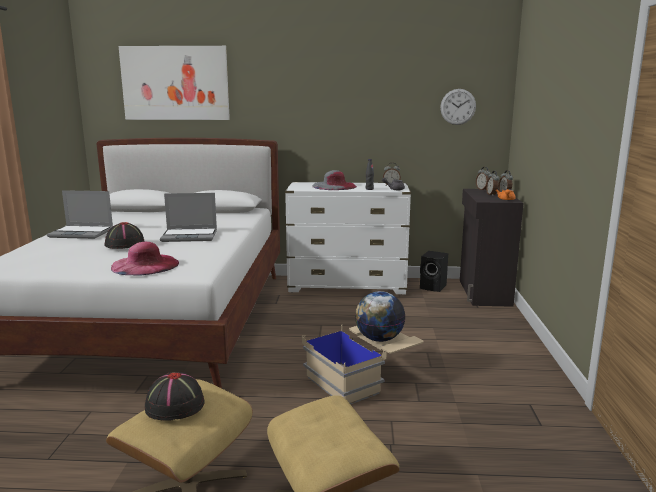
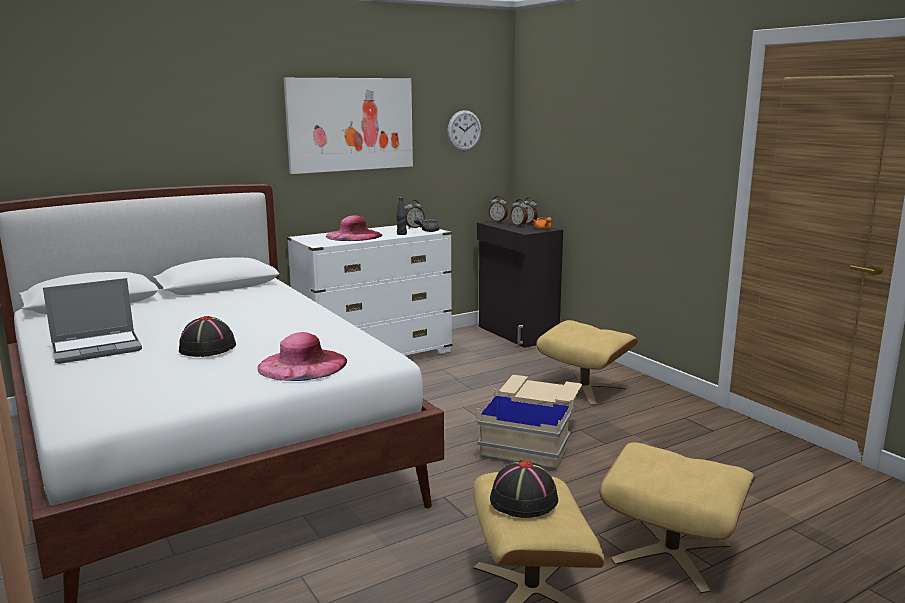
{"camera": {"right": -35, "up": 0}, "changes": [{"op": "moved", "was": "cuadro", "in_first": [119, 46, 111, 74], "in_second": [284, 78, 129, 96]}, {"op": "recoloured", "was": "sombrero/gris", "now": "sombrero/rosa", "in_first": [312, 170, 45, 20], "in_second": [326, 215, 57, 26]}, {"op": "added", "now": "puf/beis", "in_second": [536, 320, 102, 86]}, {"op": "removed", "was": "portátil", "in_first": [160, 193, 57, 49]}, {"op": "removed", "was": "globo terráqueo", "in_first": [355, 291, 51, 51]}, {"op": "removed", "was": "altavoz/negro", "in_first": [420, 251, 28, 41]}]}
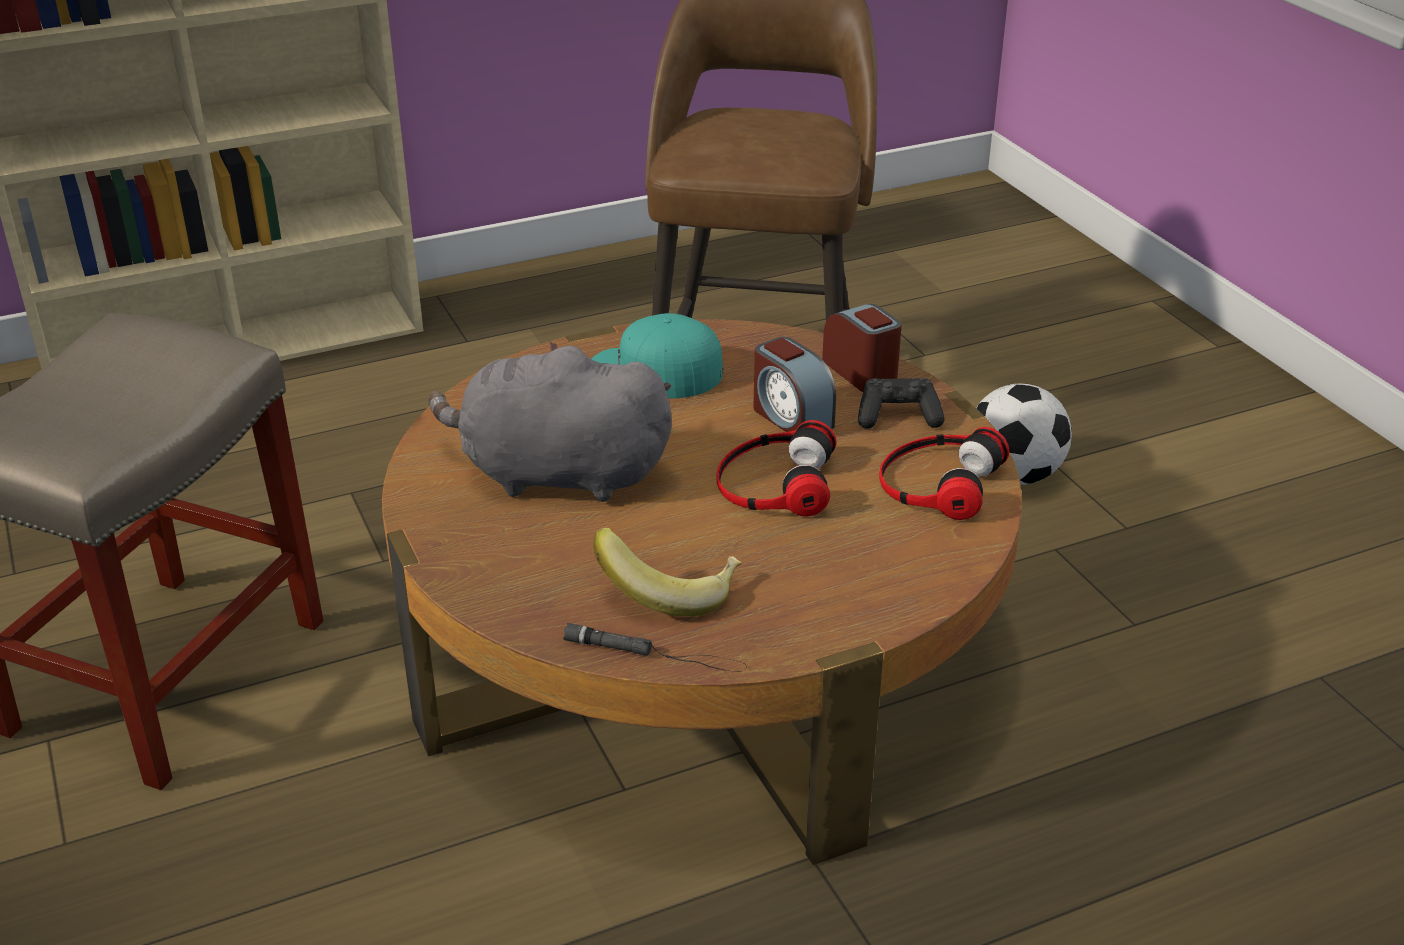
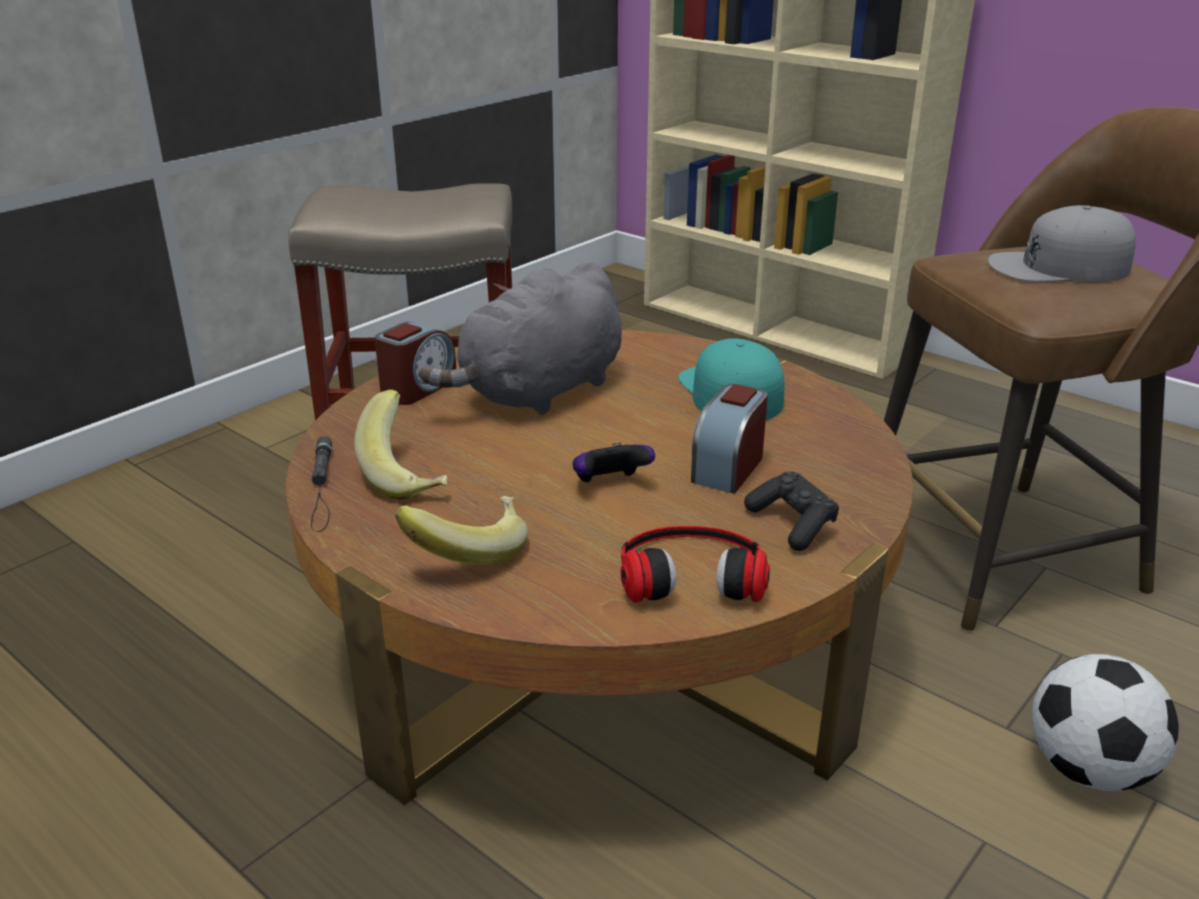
{"camera": {"right": 65, "up": -5}, "changes": [{"op": "moved", "was": "despertador", "in_first": [822, 304, 80, 88], "in_second": [375, 322, 81, 83]}, {"op": "added", "now": "plátano", "in_second": [395, 496, 133, 69]}, {"op": "turned", "was": "peluche/gris", "in_first": [429, 342, 243, 160], "in_second": [419, 261, 203, 154], "clockwise": -120}, {"op": "replaced", "was": "auriculares", "now": "mando de consola", "in_first": [716, 420, 121, 96], "in_second": [573, 441, 82, 41]}, {"op": "added", "now": "gorra/gris", "in_second": [988, 205, 148, 77]}]}
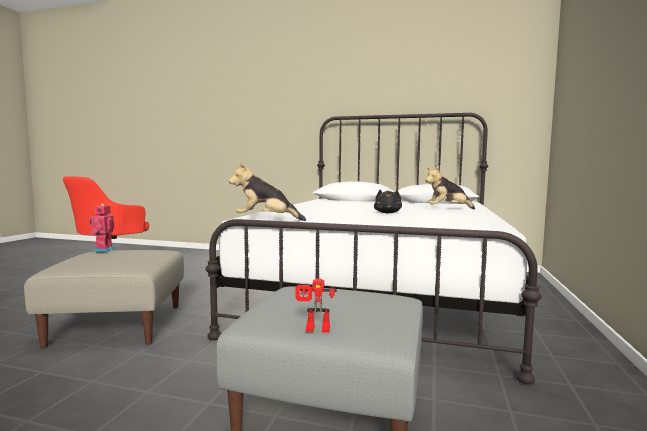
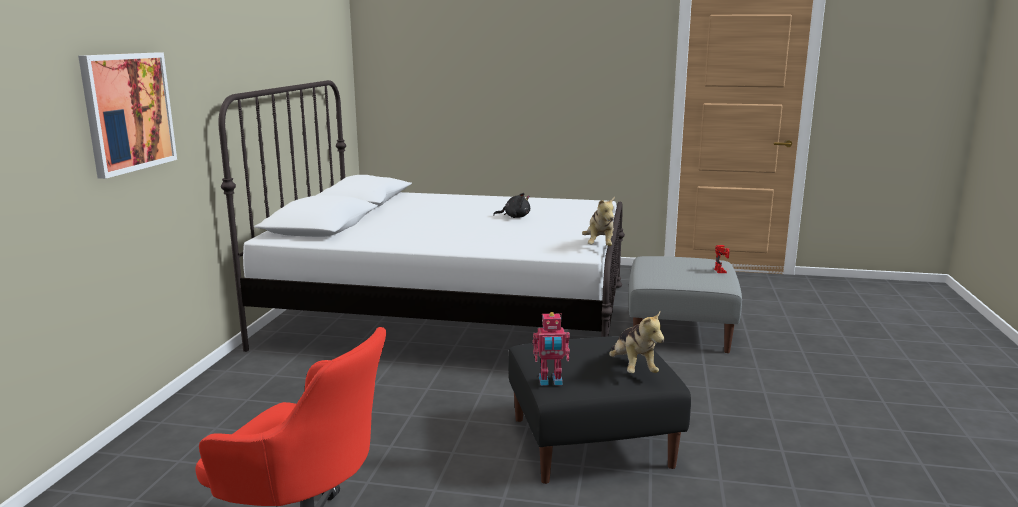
{"camera": {"right": -95, "up": 10}, "changes": [{"op": "added", "now": "cuadro", "in_second": [78, 52, 99, 127]}, {"op": "recoloured", "was": "puf/beis", "now": "puf/negro", "in_first": [24, 250, 160, 98], "in_second": [508, 336, 183, 148]}, {"op": "moved", "was": "peluche", "in_first": [425, 166, 50, 43], "in_second": [609, 310, 56, 63]}]}
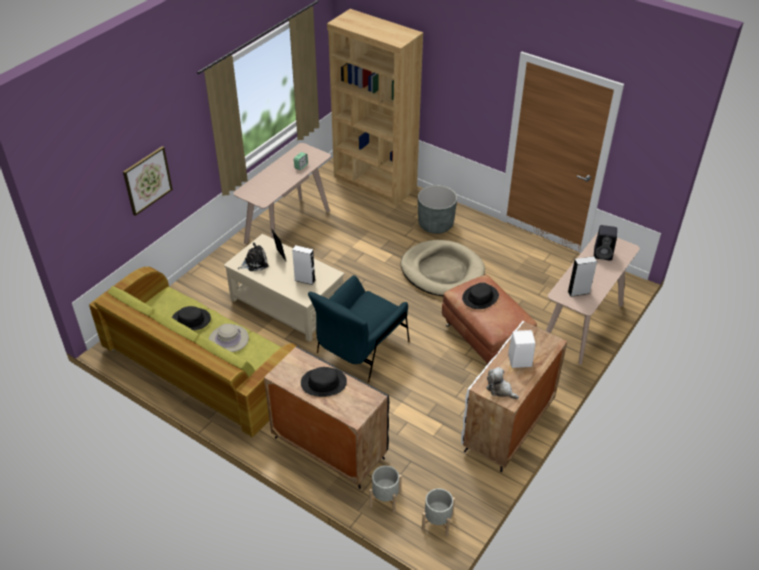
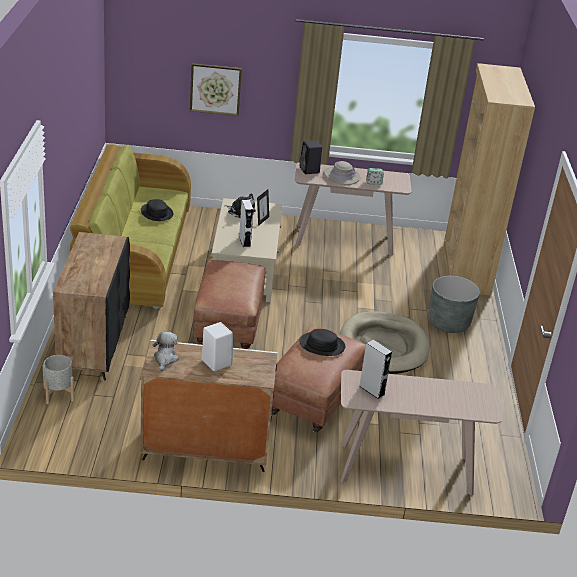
{"camera": {"right": 55, "up": -10}, "changes": [{"op": "replaced", "was": "sillón/azul", "now": "puf/marrón", "in_first": [308, 275, 102, 108], "in_second": [193, 260, 72, 89]}, {"op": "moved", "was": "altavoz/negro", "in_first": [594, 225, 23, 36], "in_second": [300, 140, 22, 34]}, {"op": "moved", "was": "sombrero/beis", "in_first": [209, 324, 40, 28], "in_second": [324, 161, 36, 24]}, {"op": "removed", "was": "sombrero/negro", "in_first": [301, 367, 46, 30]}, {"op": "removed", "was": "maceta/gris", "in_first": [422, 488, 33, 48]}]}
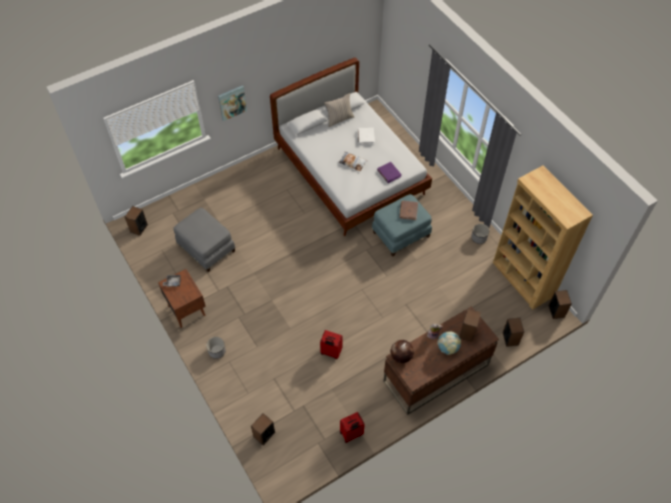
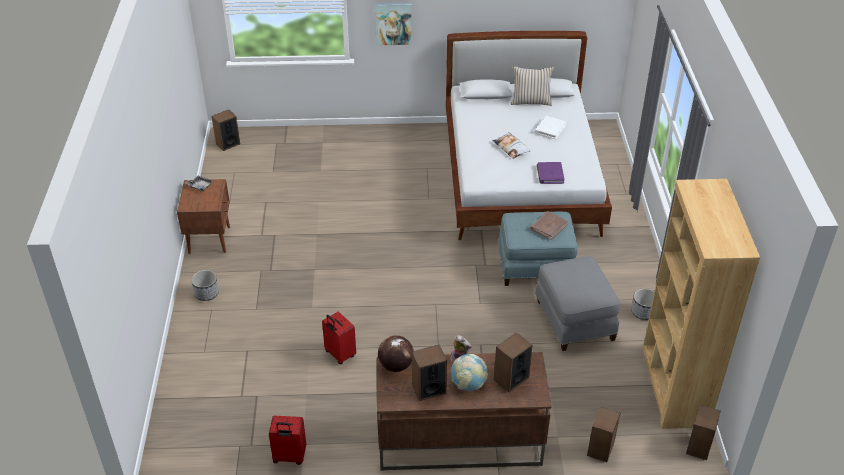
{"camera": {"right": 30, "up": -15}, "changes": [{"op": "moved", "was": "altavoz", "in_first": [251, 413, 24, 32], "in_second": [412, 345, 35, 56]}, {"op": "moved", "was": "puf/gris", "in_first": [174, 208, 61, 64], "in_second": [535, 256, 85, 95]}]}
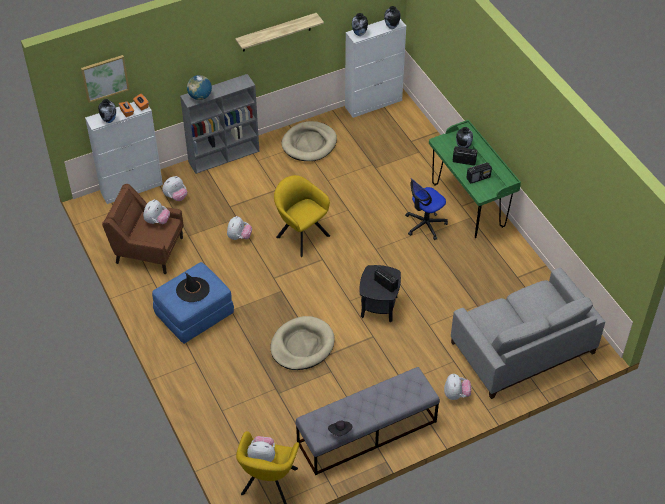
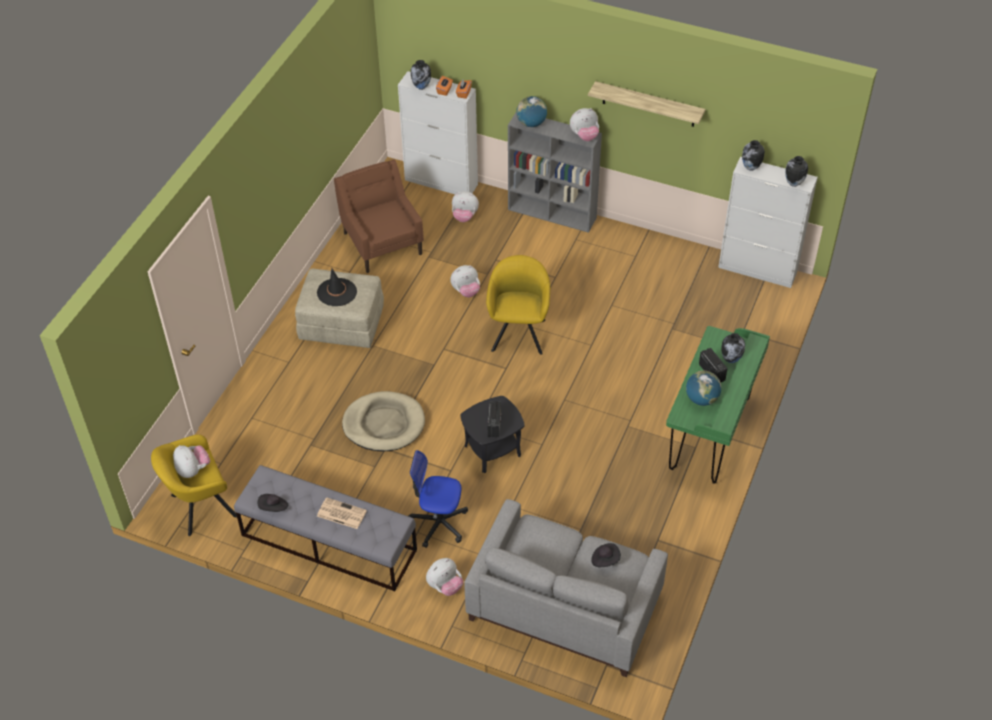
{"camera": {"right": 50, "up": 0}, "changes": [{"op": "recoloured", "was": "puf/azul", "now": "puf/beis", "in_first": [152, 262, 82, 82], "in_second": [295, 268, 89, 80]}, {"op": "added", "now": "periódico", "in_second": [317, 497, 50, 32]}, {"op": "moved", "was": "silla de oficina", "in_first": [405, 178, 43, 62], "in_second": [408, 450, 60, 98]}, {"op": "moved", "was": "peluche", "in_first": [143, 199, 27, 25], "in_second": [570, 108, 29, 33]}, {"op": "added", "now": "sombrero/negro", "in_second": [591, 543, 30, 24]}, {"op": "replaced", "was": "radio", "now": "globo terráqueo", "in_first": [466, 162, 26, 22], "in_second": [686, 371, 35, 35]}, {"op": "removed", "was": "cuadro", "in_first": [81, 55, 48, 48]}, {"op": "removed", "was": "cama para perro/beis", "in_first": [281, 121, 56, 40]}]}
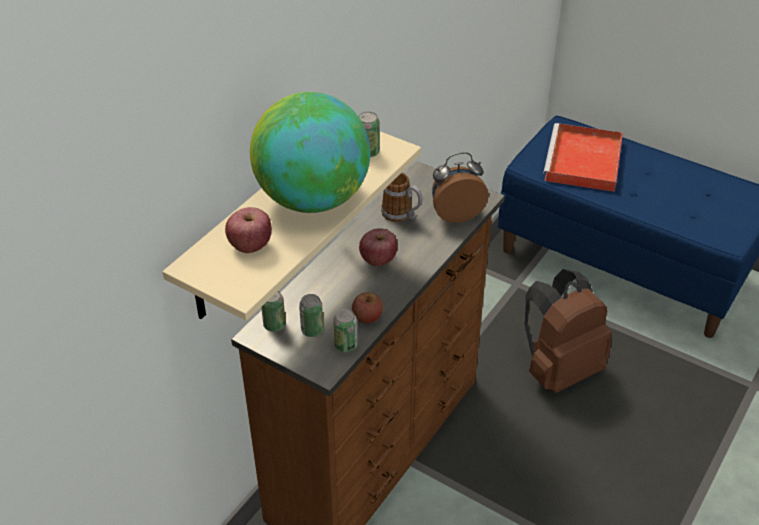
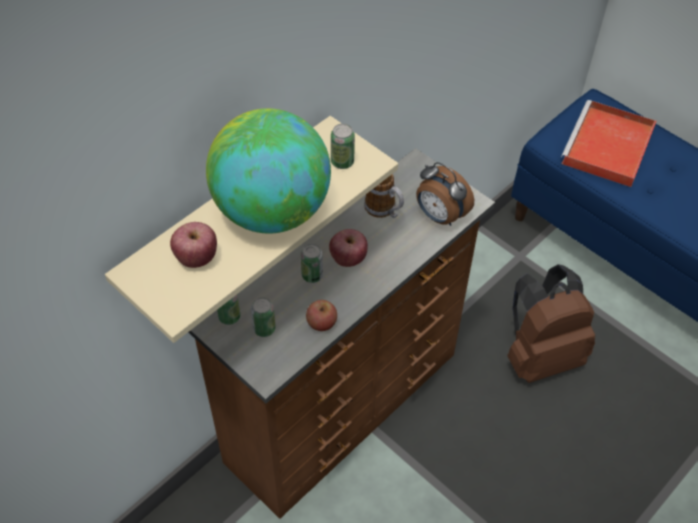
{"camera": {"right": 10, "up": 10}, "changes": [{"op": "moved", "was": "lata", "in_first": [333, 309, 24, 43], "in_second": [301, 244, 22, 39]}, {"op": "turned", "was": "despertador", "in_first": [432, 152, 57, 71], "in_second": [416, 162, 58, 64], "clockwise": -135}]}
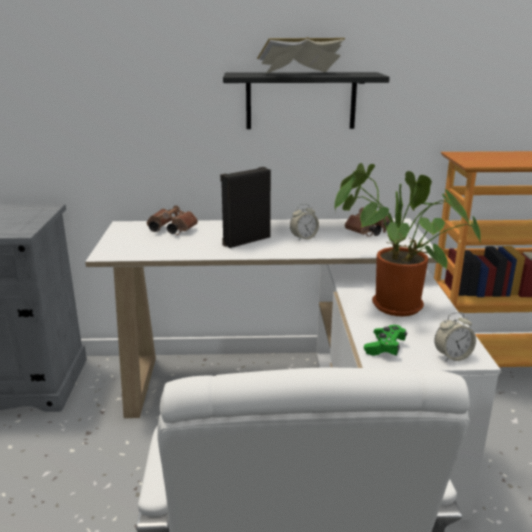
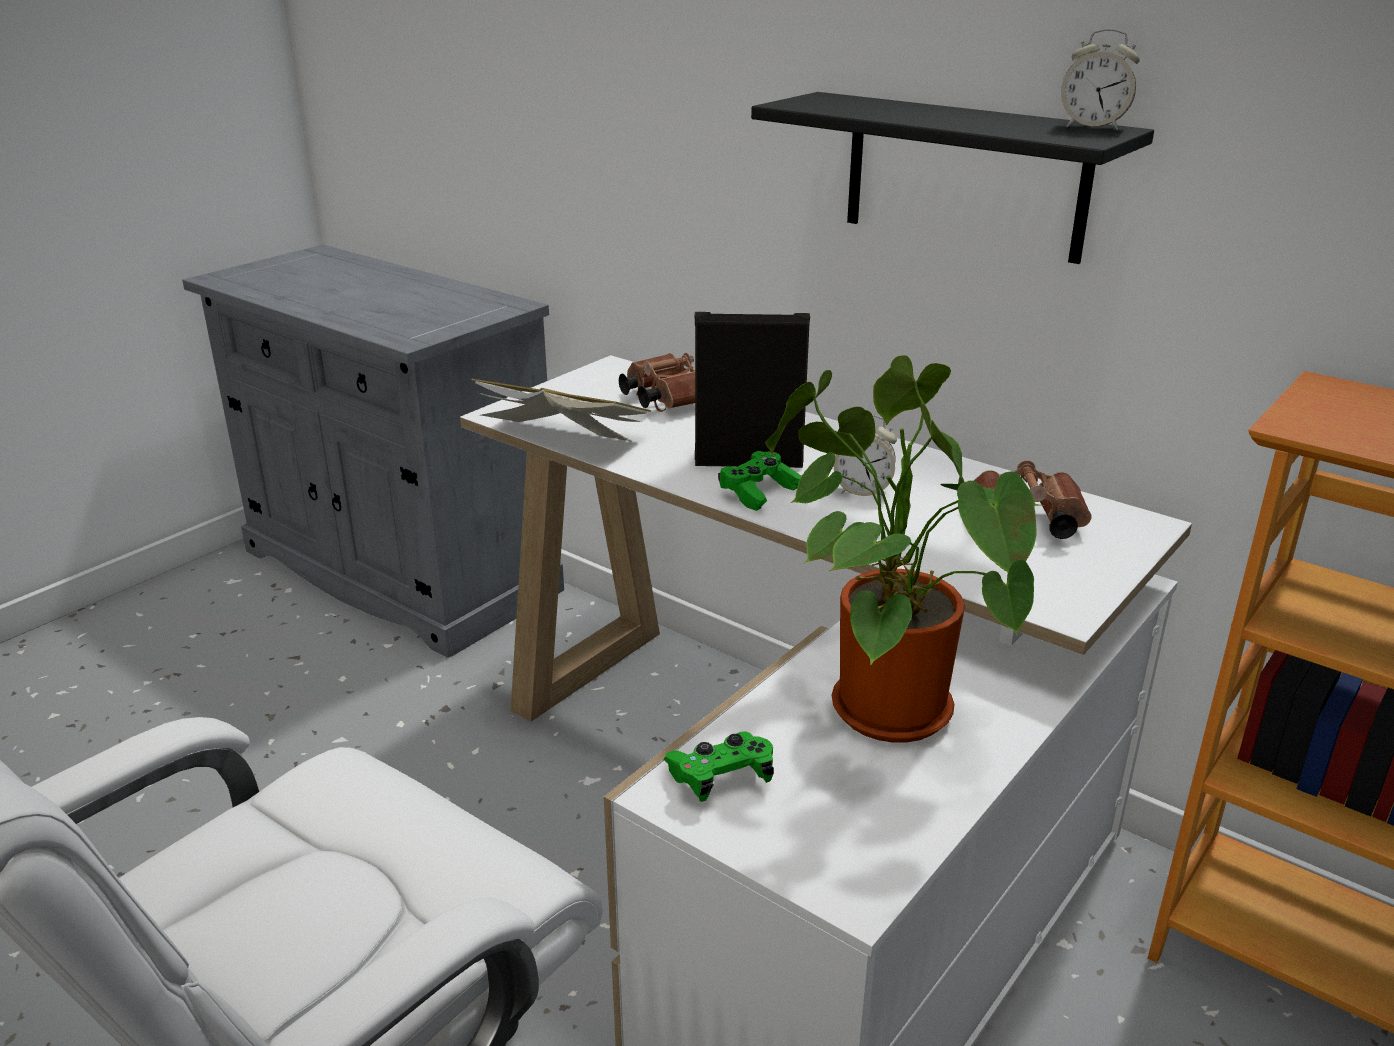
{"camera": {"right": 40, "up": 5}, "changes": [{"op": "moved", "was": "libro", "in_first": [257, 37, 88, 37], "in_second": [472, 379, 179, 63]}, {"op": "added", "now": "mando de consola/verde", "in_second": [718, 451, 83, 60]}, {"op": "moved", "was": "despertador", "in_first": [434, 312, 42, 50], "in_second": [1061, 29, 79, 101]}]}
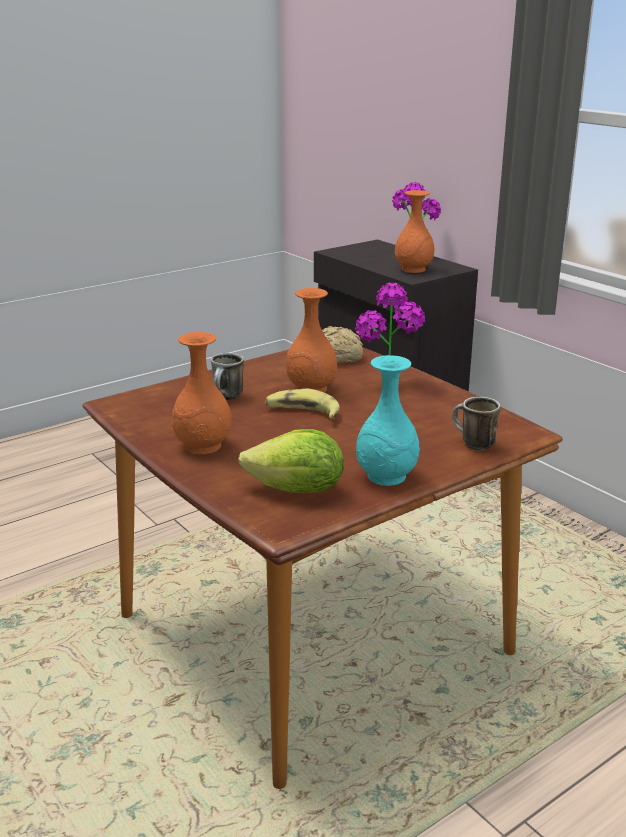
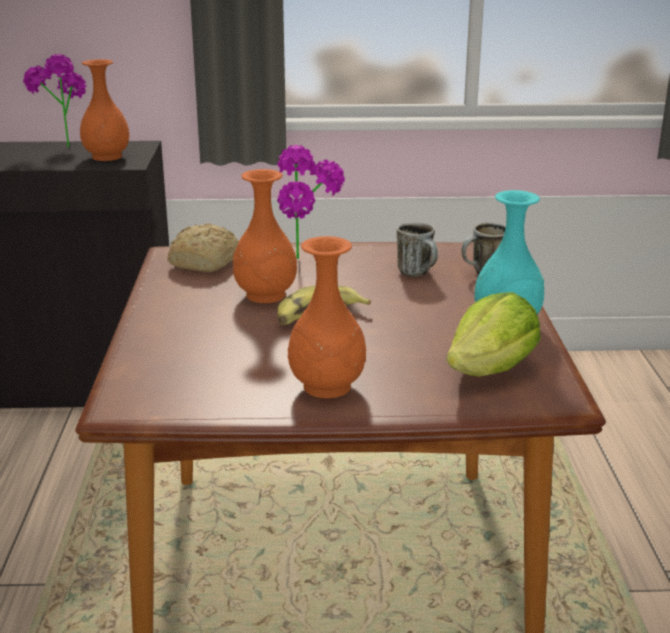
{"camera": {"right": -55, "up": 0}, "changes": [{"op": "moved", "was": "taza grande", "in_first": [211, 353, 33, 47], "in_second": [397, 222, 41, 54]}]}
